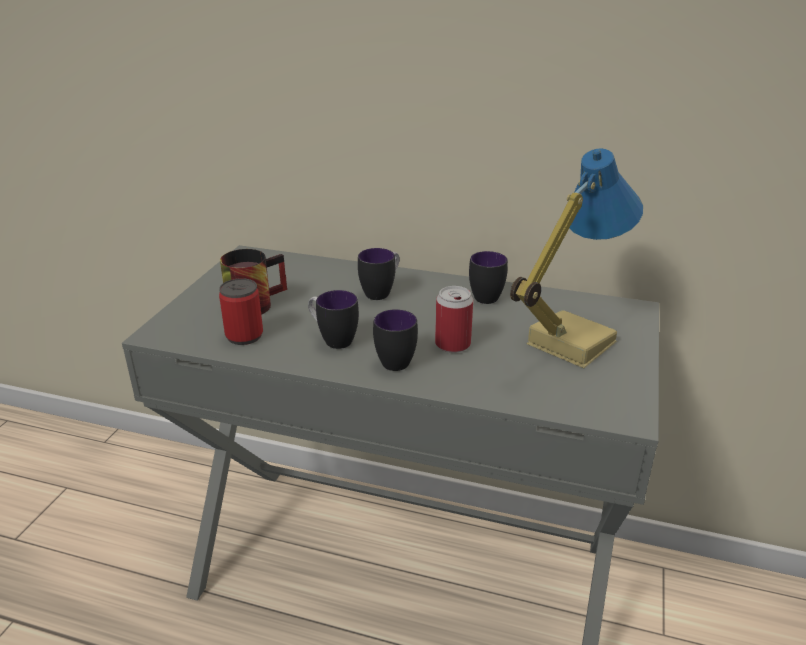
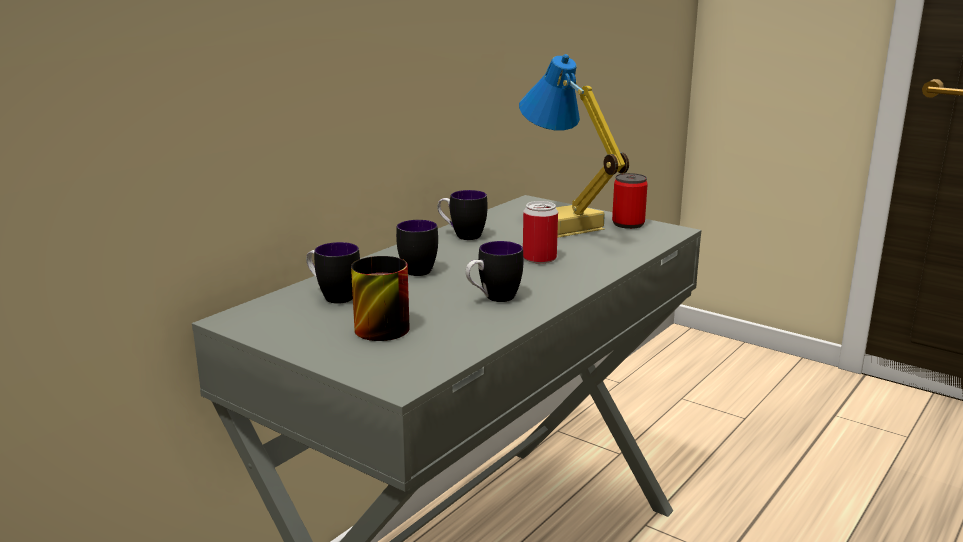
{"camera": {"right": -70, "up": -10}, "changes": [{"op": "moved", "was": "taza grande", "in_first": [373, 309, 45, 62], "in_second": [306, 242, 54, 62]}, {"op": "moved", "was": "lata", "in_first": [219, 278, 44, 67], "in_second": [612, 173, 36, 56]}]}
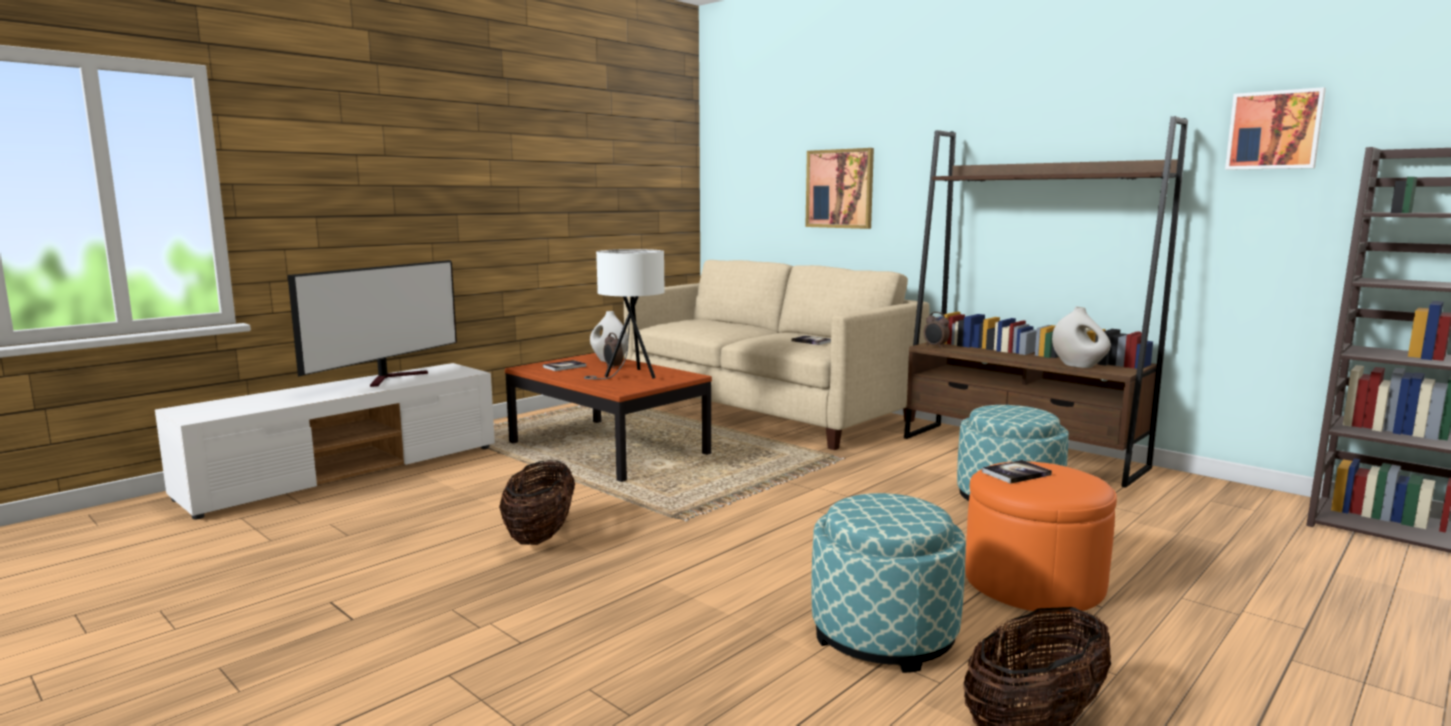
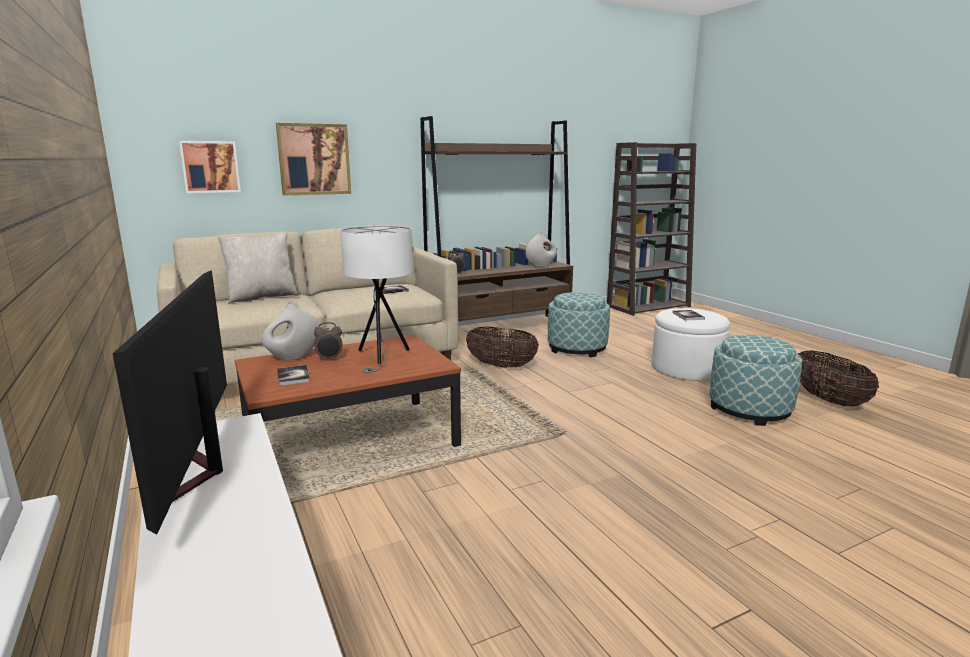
{"camera": {"right": -70, "up": 5}, "changes": [{"op": "turned", "was": "televisor", "in_first": [288, 260, 169, 127], "in_second": [113, 270, 114, 264], "clockwise": -150}, {"op": "moved", "was": "cuadro", "in_first": [1225, 87, 101, 83], "in_second": [179, 141, 62, 52]}, {"op": "added", "now": "cojín/beis", "in_second": [218, 232, 80, 72]}, {"op": "moved", "was": "cesta", "in_first": [499, 460, 76, 85], "in_second": [466, 327, 72, 40]}, {"op": "recoloured", "was": "puf/naranja", "now": "puf/blanco", "in_first": [965, 461, 152, 152], "in_second": [652, 308, 78, 72]}]}
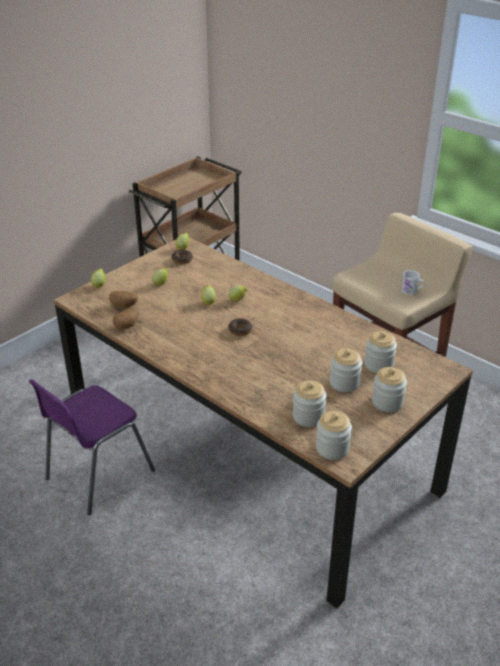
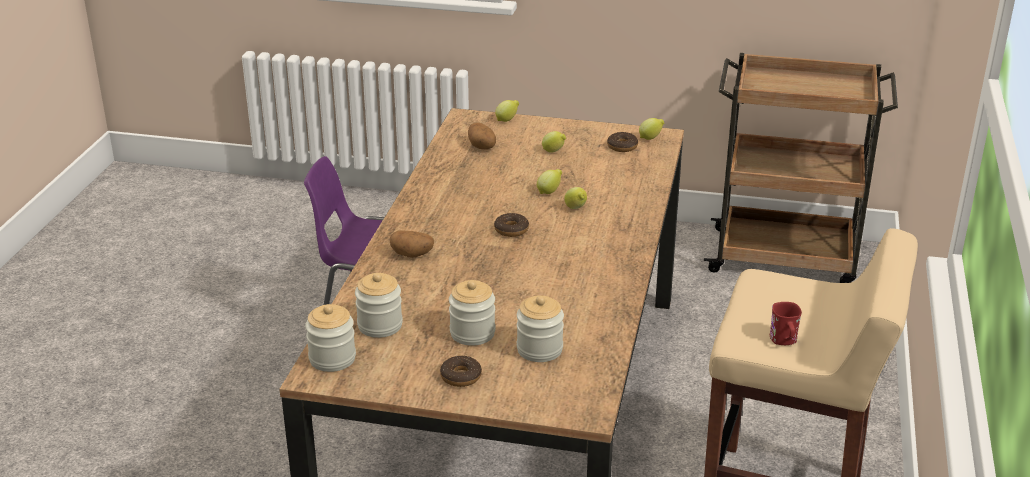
{"camera": {"right": 60, "up": -5}, "changes": [{"op": "moved", "was": "patata", "in_first": [113, 308, 25, 21], "in_second": [390, 230, 44, 28]}, {"op": "replaced", "was": "tarro", "now": "rosquilla", "in_first": [372, 367, 35, 45], "in_second": [440, 356, 42, 31]}, {"op": "recoloured", "was": "taza grande/blanco", "now": "taza grande/rojo", "in_first": [402, 270, 23, 25], "in_second": [770, 302, 32, 43]}]}
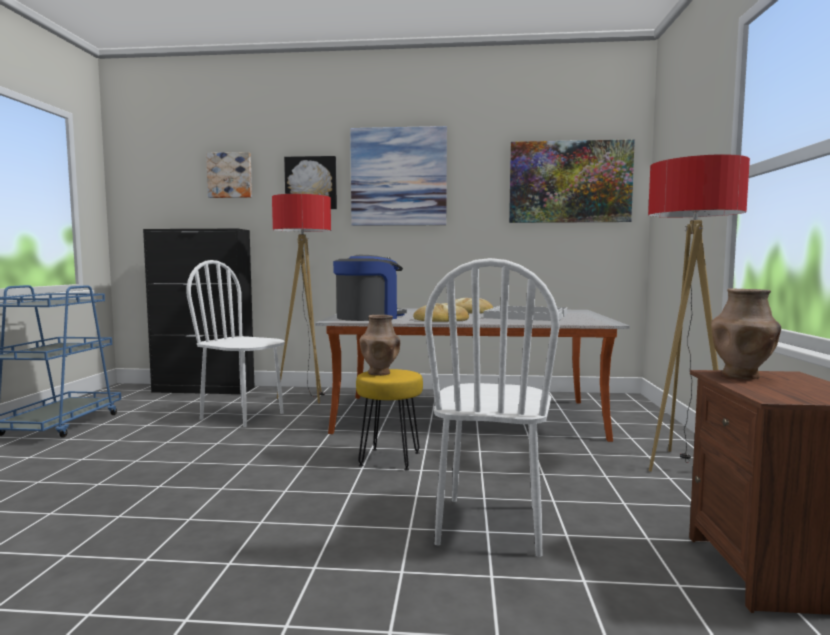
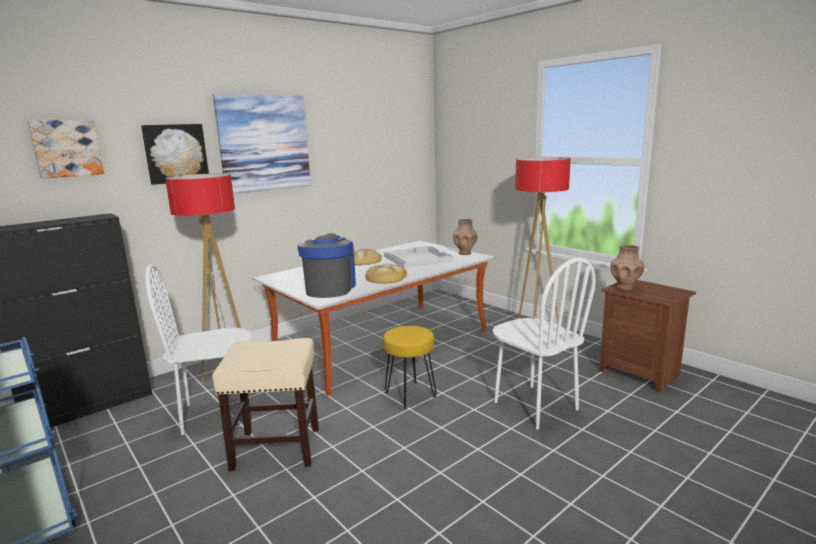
{"camera": {"right": -45, "up": 10}, "changes": [{"op": "added", "now": "taburete/beis", "in_second": [212, 338, 107, 133]}, {"op": "moved", "was": "florero/marrón", "in_first": [359, 315, 41, 61], "in_second": [453, 219, 25, 36]}, {"op": "removed", "was": "cuadro", "in_first": [509, 139, 126, 84]}]}
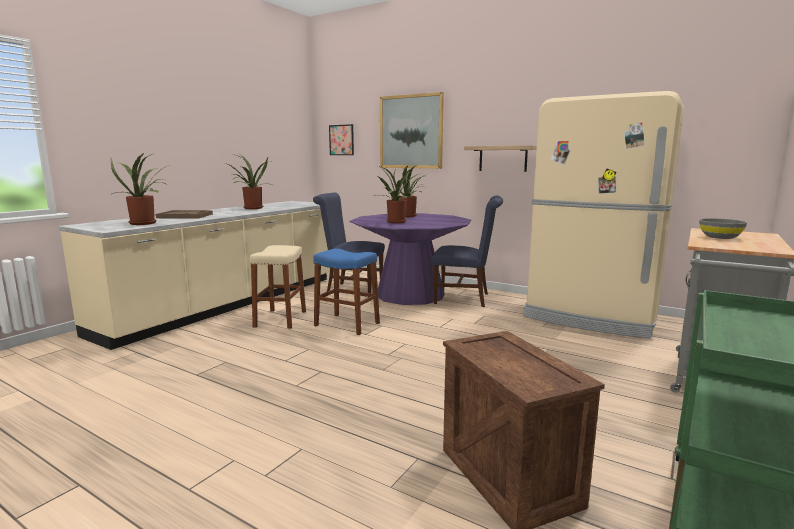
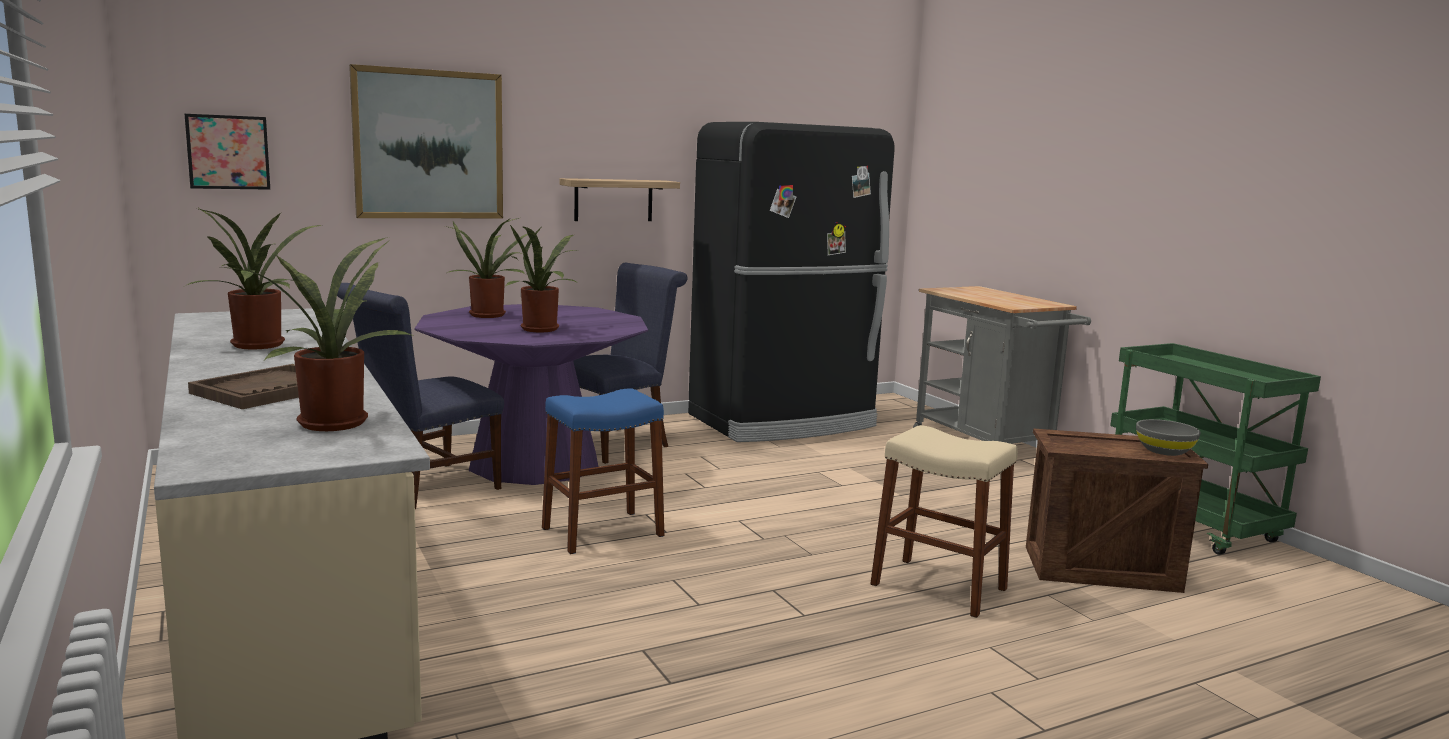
{"camera": {"right": -60, "up": 0}, "changes": [{"op": "recoloured", "was": "nevera/beis", "now": "nevera/negro", "in_first": [523, 91, 161, 247], "in_second": [688, 122, 207, 320]}, {"op": "moved", "was": "taburete/beis", "in_first": [250, 245, 56, 84], "in_second": [870, 425, 148, 193]}, {"op": "moved", "was": "cuenco/gris", "in_first": [699, 218, 48, 21], "in_second": [1136, 419, 65, 37]}]}
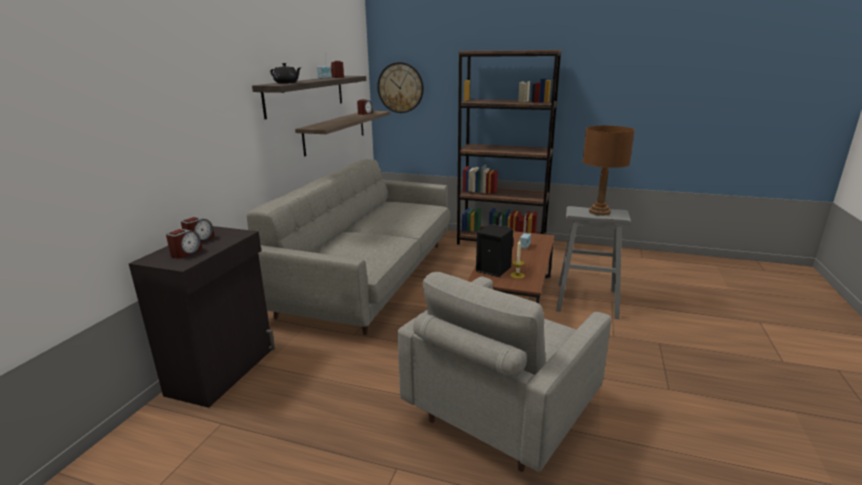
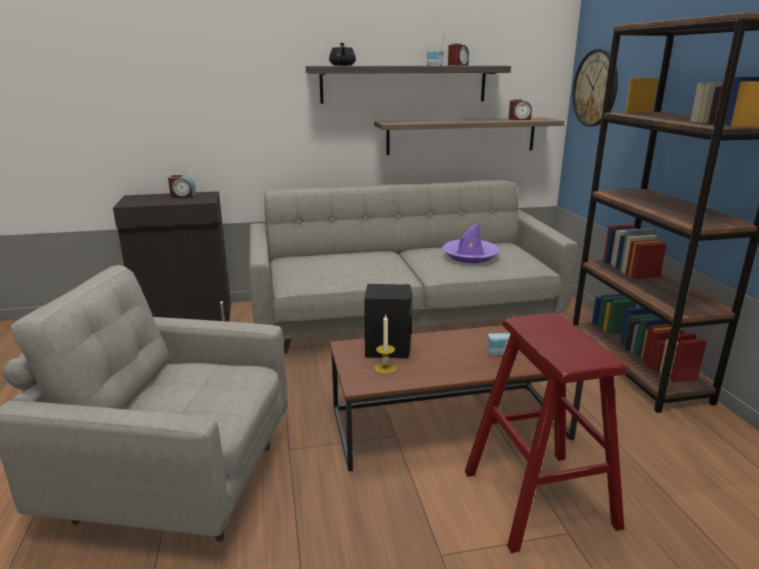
{"camera": {"right": 60, "up": 0}, "changes": [{"op": "added", "now": "sombrero/morado", "in_second": [442, 222, 58, 41]}, {"op": "recoloured", "was": "taburete/gris", "now": "taburete/rojo", "in_first": [556, 206, 75, 113], "in_second": [464, 313, 163, 240]}, {"op": "removed", "was": "despertador", "in_first": [166, 229, 36, 30]}, {"op": "removed", "was": "lámpara de mesa/marrón", "in_first": [582, 125, 53, 91]}]}
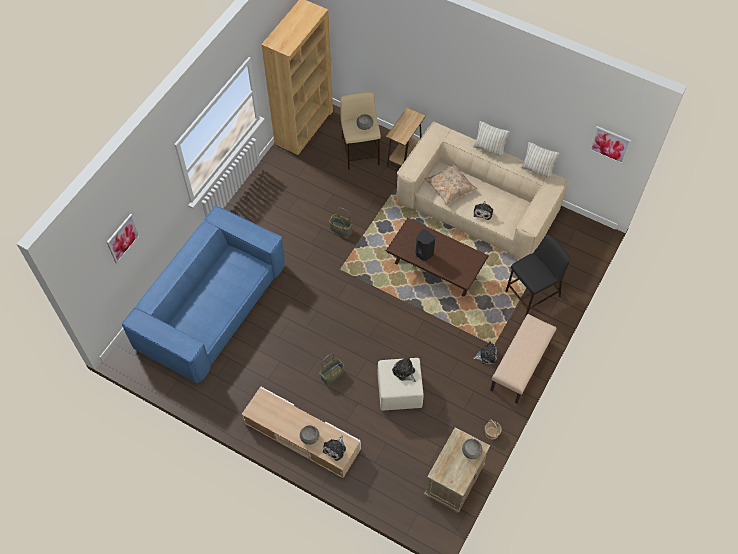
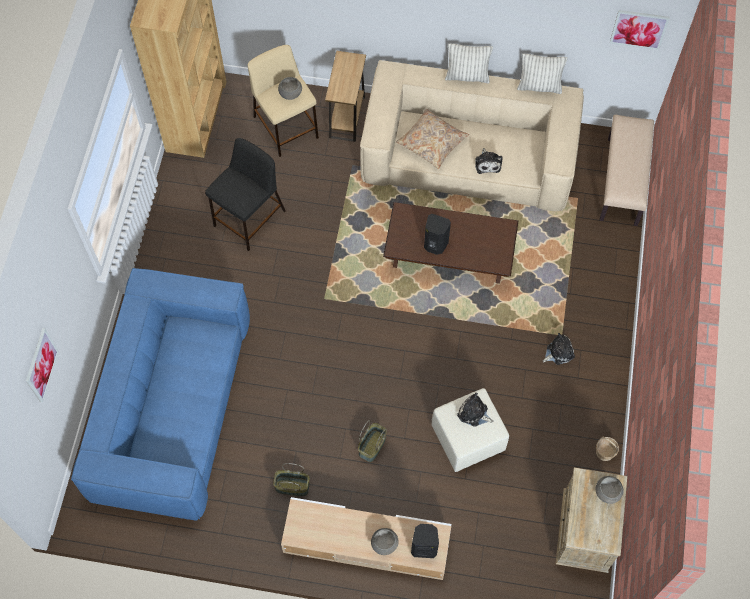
{"camera": {"right": -20, "up": 5}, "changes": [{"op": "moved", "was": "taburete/negro", "in_first": [505, 235, 65, 82], "in_second": [205, 138, 81, 113]}, {"op": "moved", "was": "cesta", "in_first": [329, 208, 23, 29], "in_second": [273, 463, 37, 33]}, {"op": "replaced", "was": "peluche", "now": "altavoz/negro", "in_first": [323, 435, 23, 26], "in_second": [411, 524, 28, 34]}, {"op": "moved", "was": "banco/beis", "in_first": [490, 314, 67, 90], "in_second": [600, 115, 54, 111]}]}
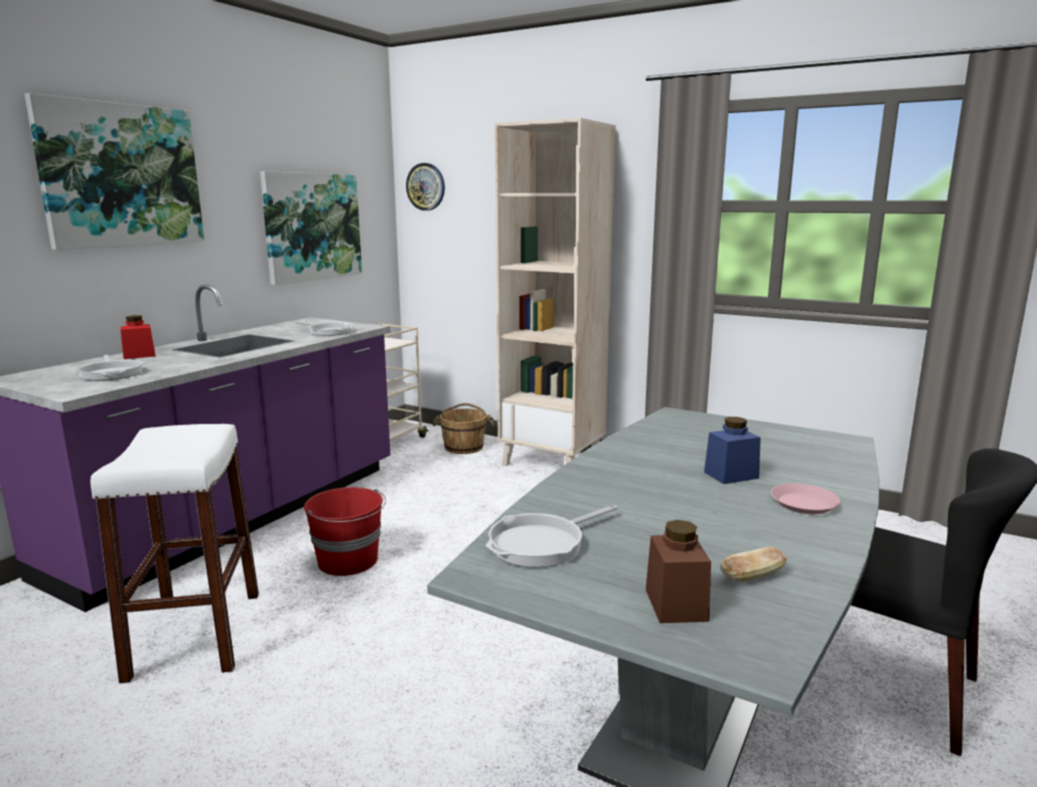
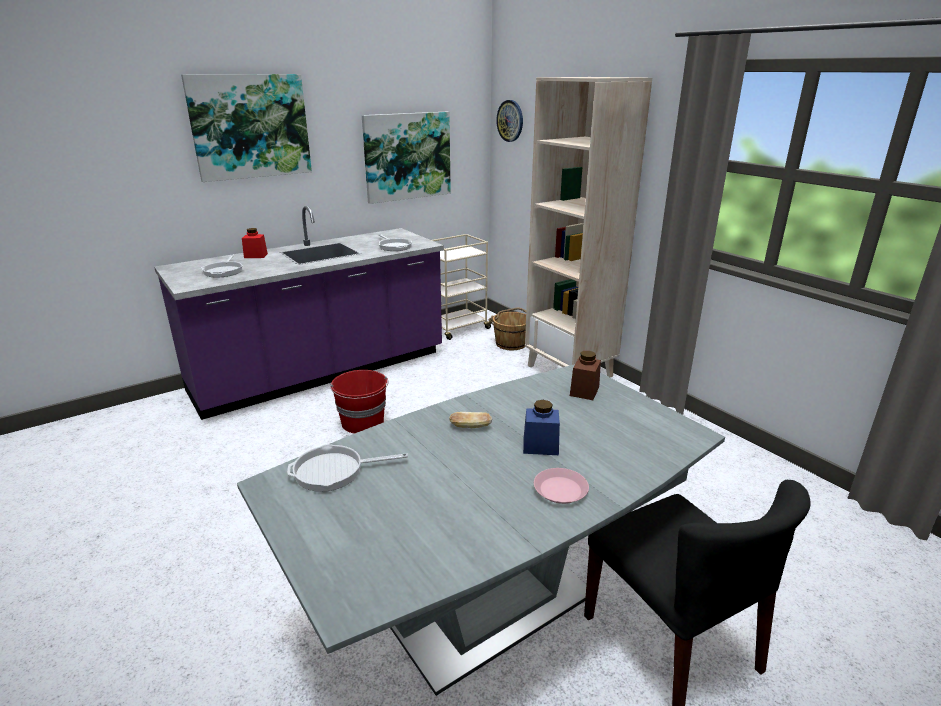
{"camera": {"right": 25, "up": 10}, "changes": [{"op": "moved", "was": "pan", "in_first": [721, 547, 66, 35], "in_second": [449, 412, 43, 16]}, {"op": "moved", "was": "tarro/marrón", "in_first": [646, 520, 65, 103], "in_second": [570, 351, 31, 49]}, {"op": "removed", "was": "taburete/blanco", "in_first": [91, 424, 168, 260]}]}
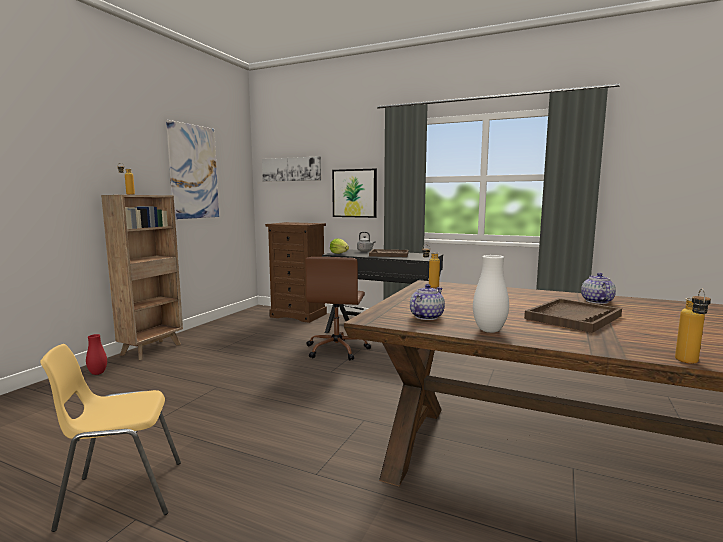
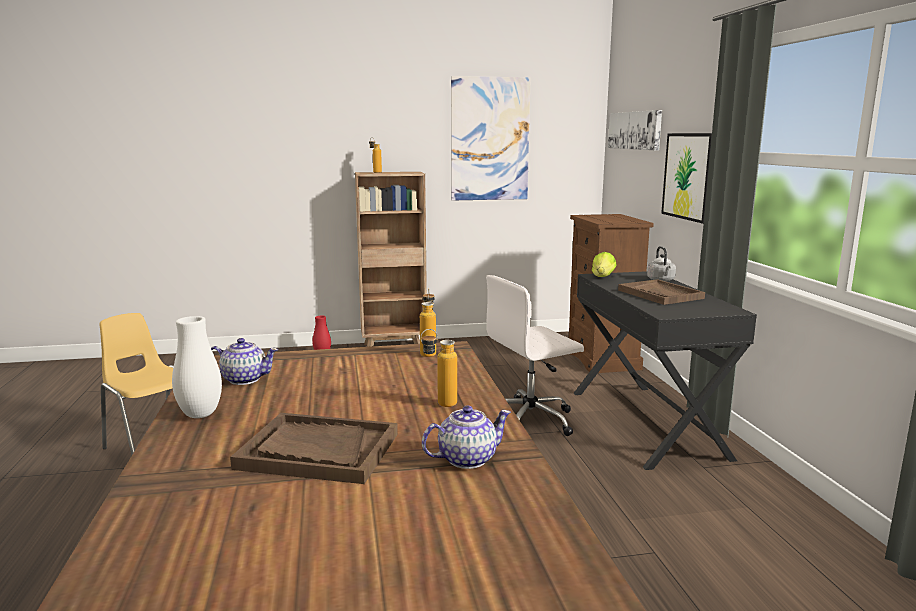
{"camera": {"right": 55, "up": 5}, "changes": [{"op": "moved", "was": "botella", "in_first": [675, 289, 36, 75], "in_second": [420, 329, 37, 78]}, {"op": "recoloured", "was": "silla de oficina/marrón", "now": "silla de oficina/blanco", "in_first": [305, 257, 66, 103], "in_second": [486, 275, 98, 161]}]}
